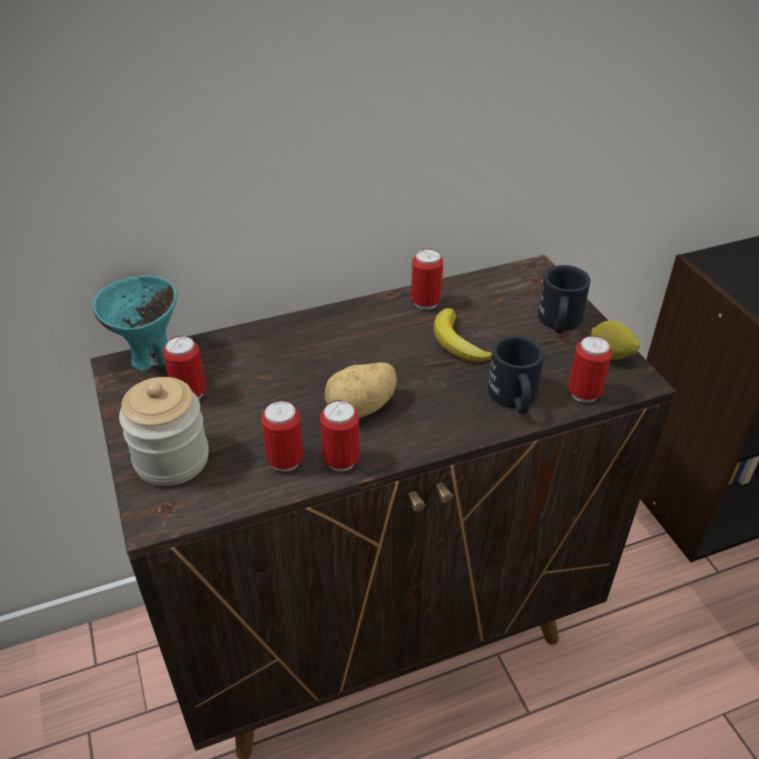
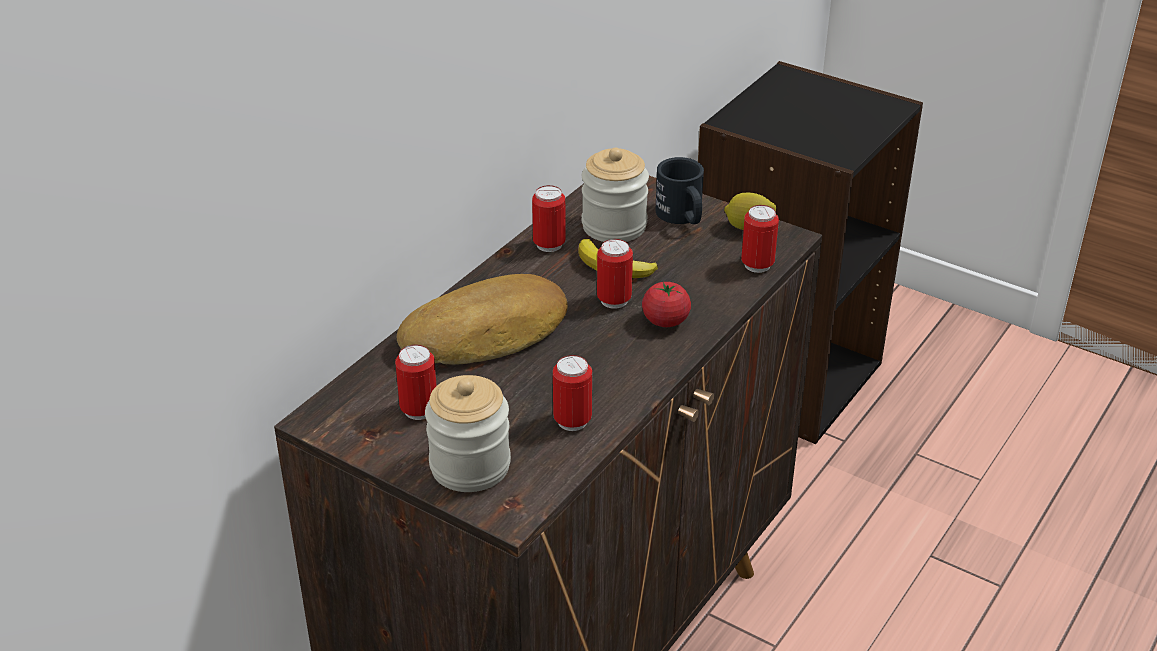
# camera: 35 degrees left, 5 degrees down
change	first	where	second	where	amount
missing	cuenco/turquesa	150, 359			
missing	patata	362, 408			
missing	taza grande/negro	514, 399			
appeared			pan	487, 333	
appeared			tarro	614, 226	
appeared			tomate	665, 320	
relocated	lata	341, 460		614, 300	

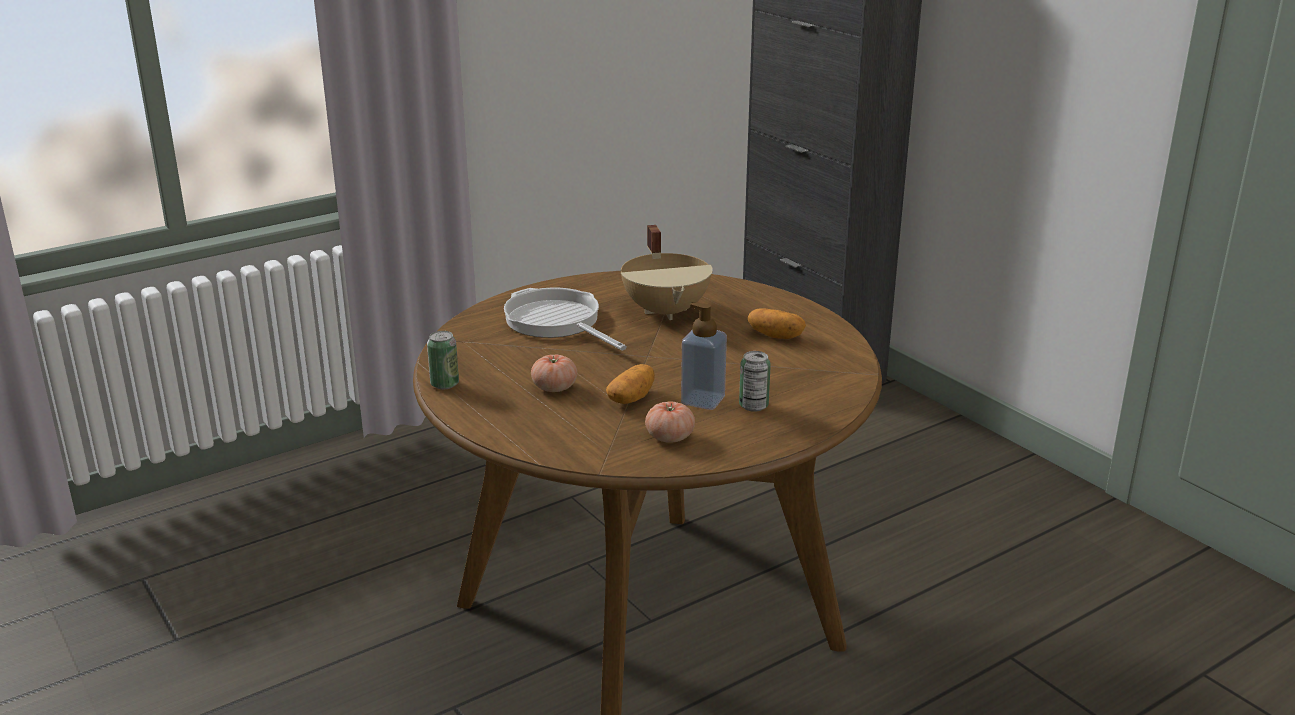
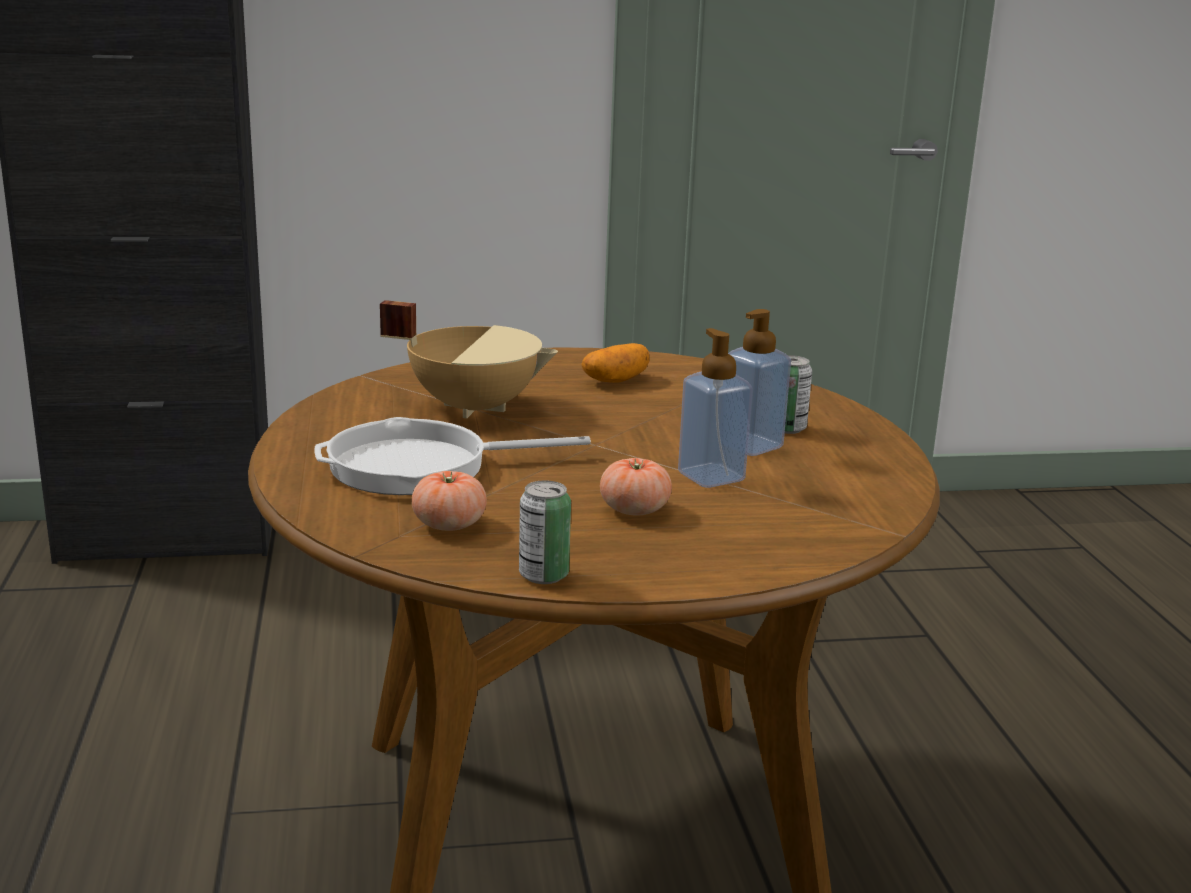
# camera: 65 degrees left, 5 degrees down
change	first	where	second	where	amount
relocated	tomate	669, 437		449, 525	
exchanged	patata	631, 398	dispensador de jabón	711, 477	

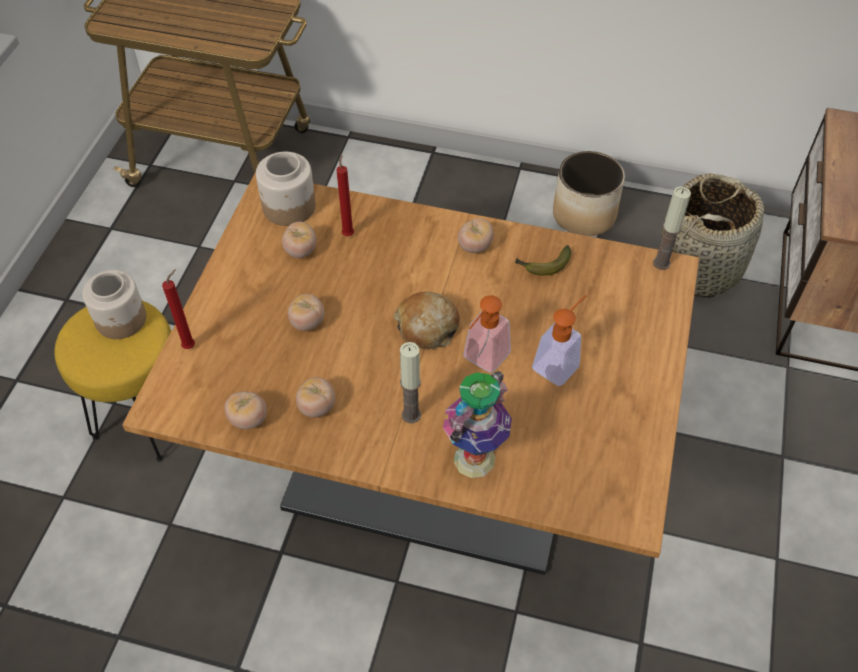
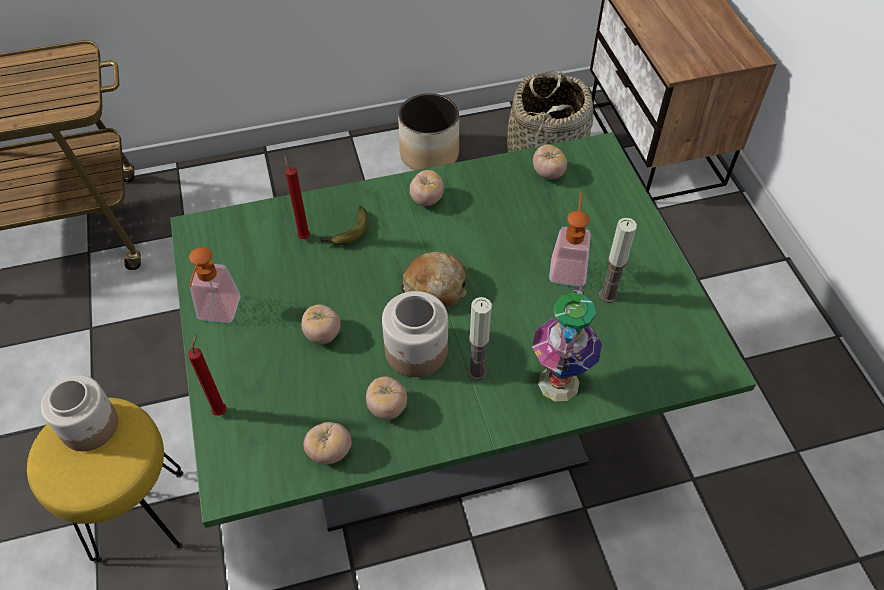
# camera: 30 degrees left, 0 degrees up
change	first	where	second	where	amount
relocated	tarro	289, 207		416, 351	
relocated	tomate	300, 251		548, 173	
relocated	dispensador de jabón	482, 360		217, 315	
relocated	plátano	543, 265		347, 233	
relocated	vela	661, 263		608, 295	
colour	mesa de comedor/marrón	428, 478	mesa de comedor/verde	441, 434	

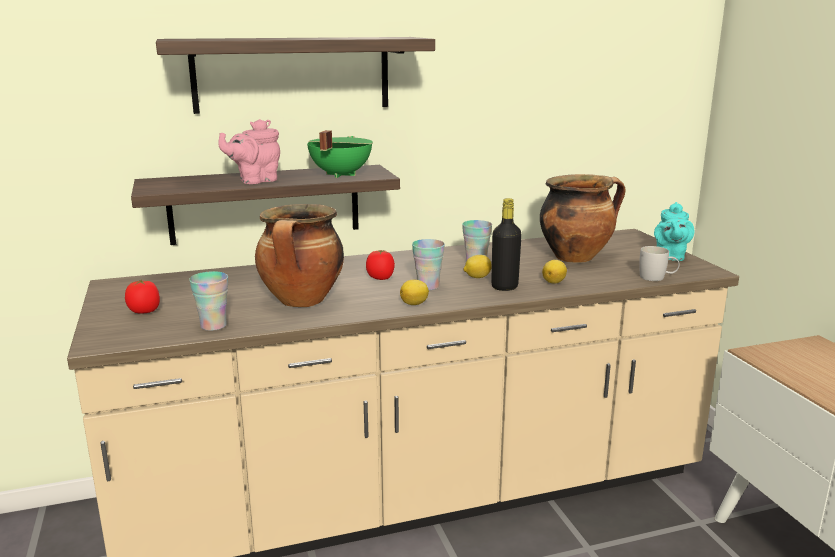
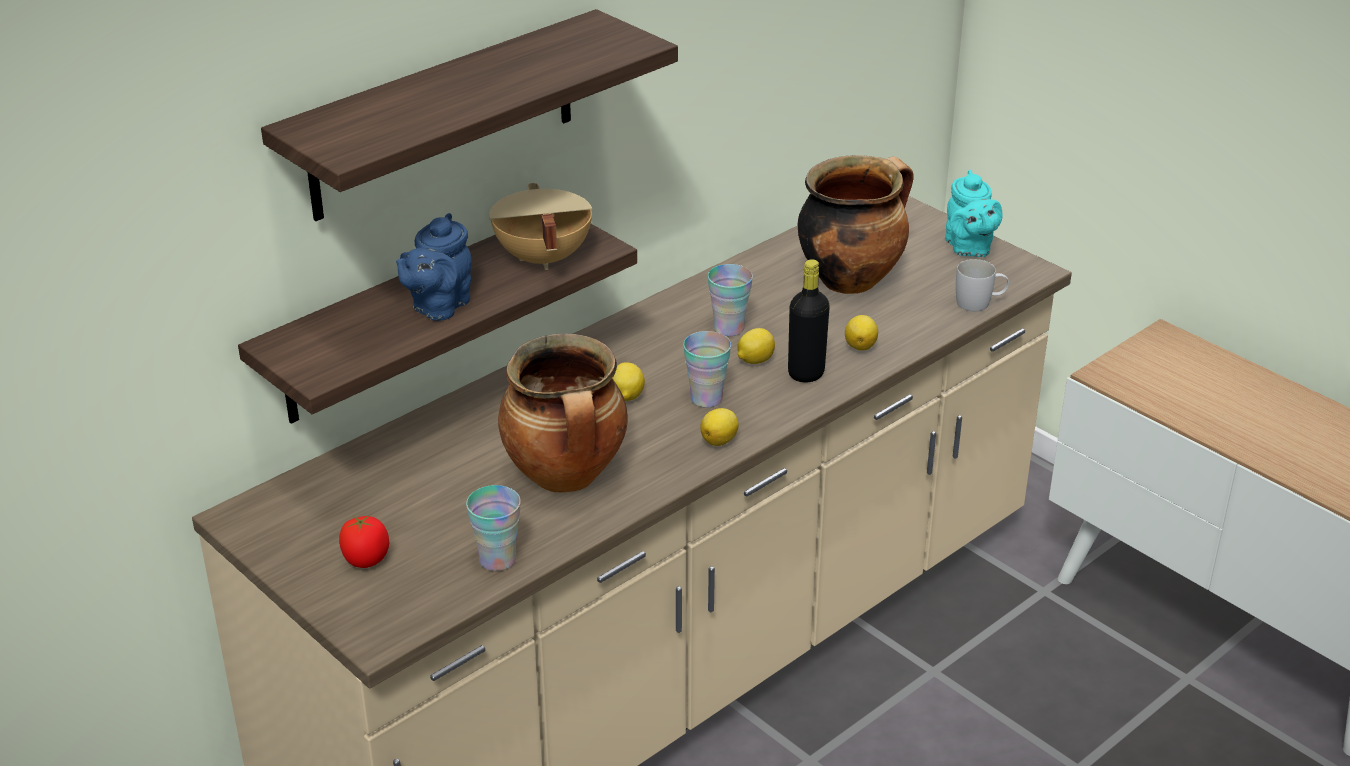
# camera: 25 degrees left, 15 degrees up
change	first	where	second	where	amount
exchanged	tomate	380, 278	limón	626, 396	
colour	tetera/rosa	255, 180	tetera/azul	438, 307	
colour	olla/verde	339, 175	olla/beis	541, 258	

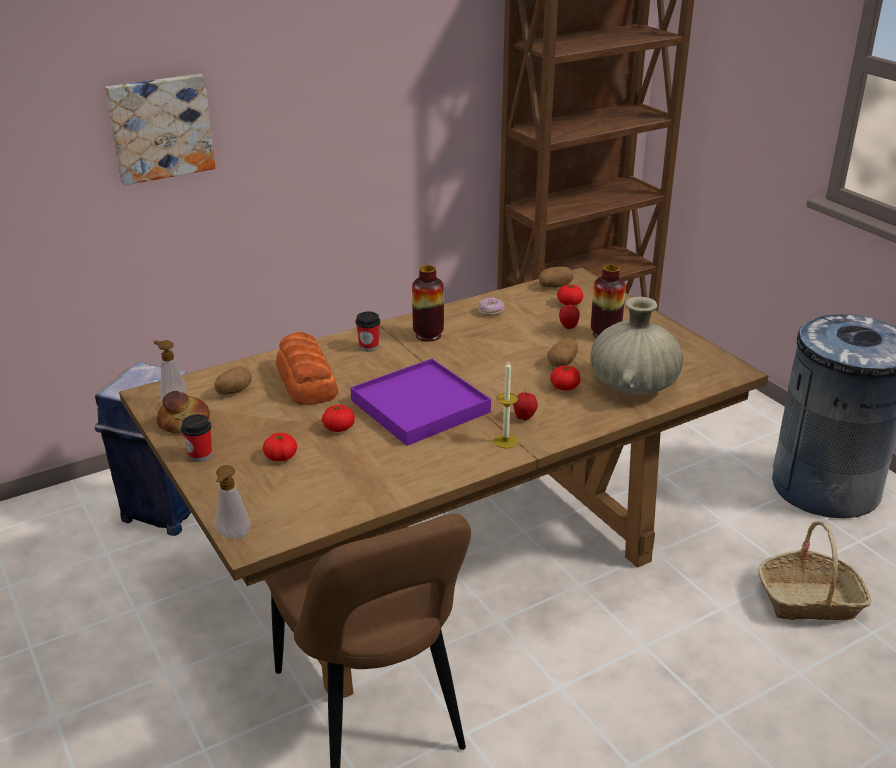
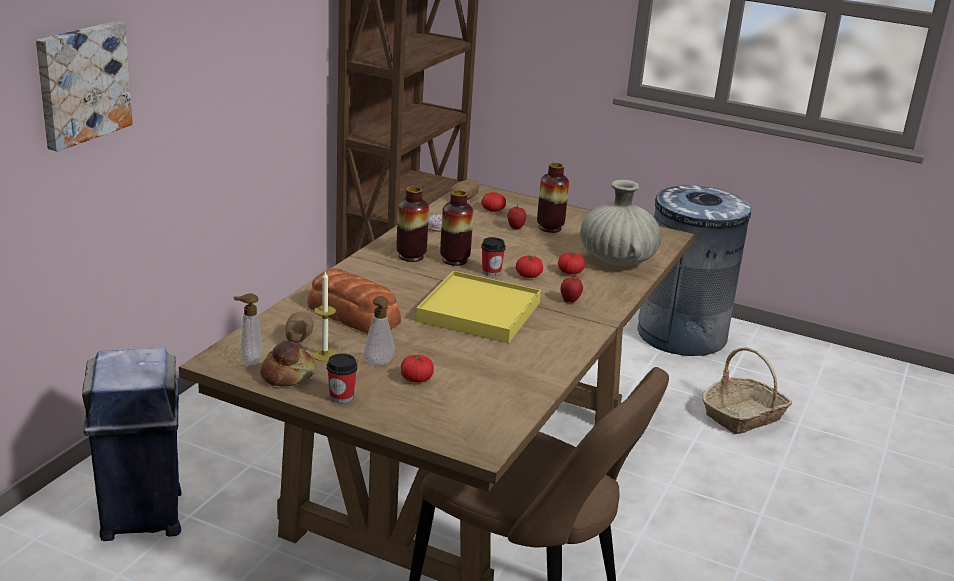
# camera: 35 degrees left, 5 degrees down
change	first	where	second	where	amount
missing	patata	563, 363			
appeared			florero	454, 260	
relocated	dispensador de jabón	233, 536		379, 364	
relocated	tomate	339, 428		528, 276	
relocated	taza	369, 347		491, 272	
relocated	vela	505, 441		324, 355	
colour	bandeja/morado	420, 406	bandeja/amarillo	479, 312	

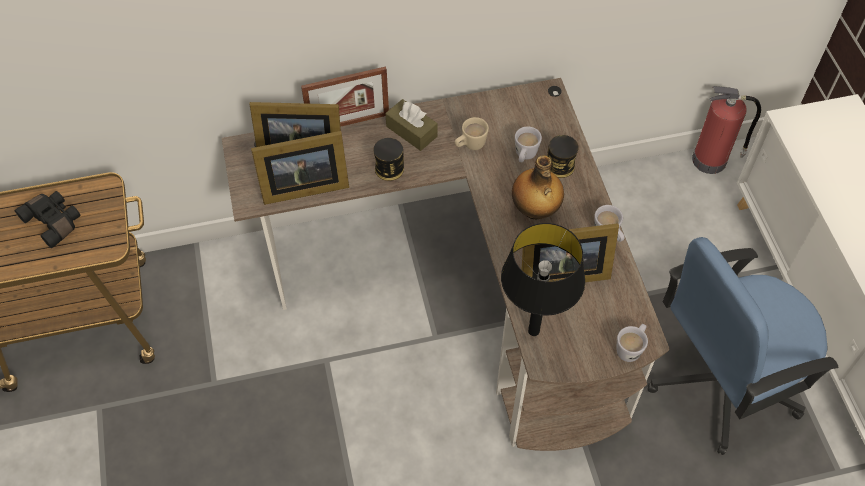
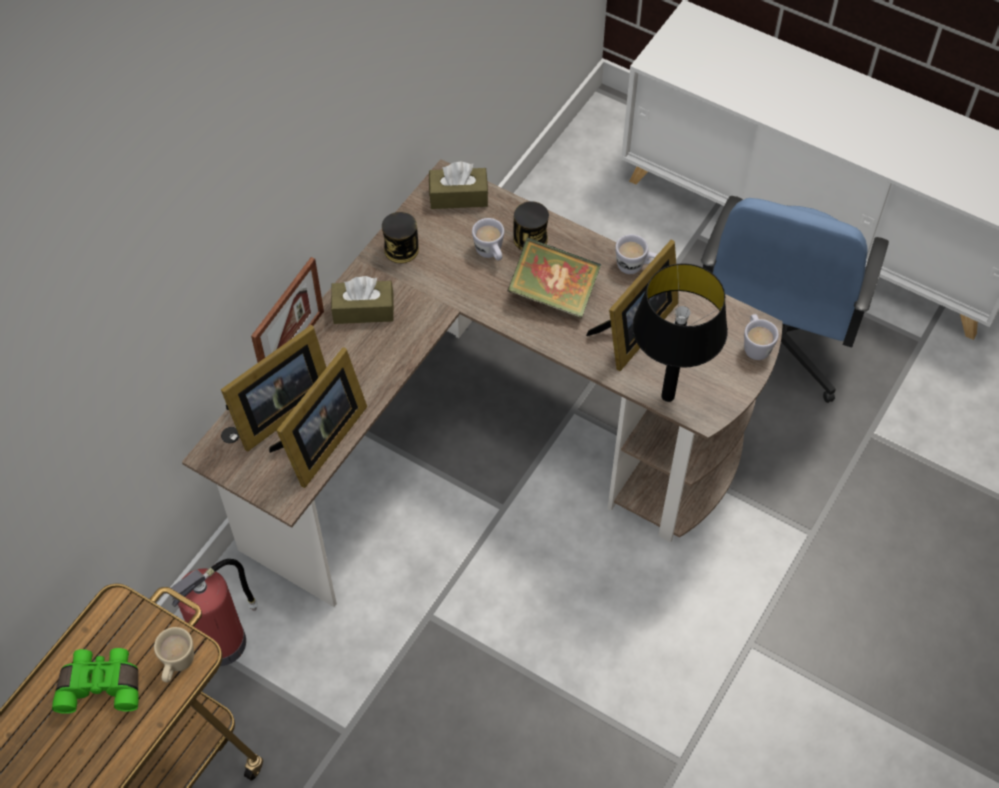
# camera: 45 degrees left, 0 degrees up
change	first	where	second	where	amount
appeared			caja de pañuelos/marrón	458, 196	
relocated	lata	389, 169		401, 249	
relocated	taza grande/beis	470, 145		177, 665	
relocated	extintor	711, 160		223, 640	
exchanged	botella	534, 210	libro	553, 294	
colour	prismáticos/negro	54, 221	prismáticos/verde	101, 684	

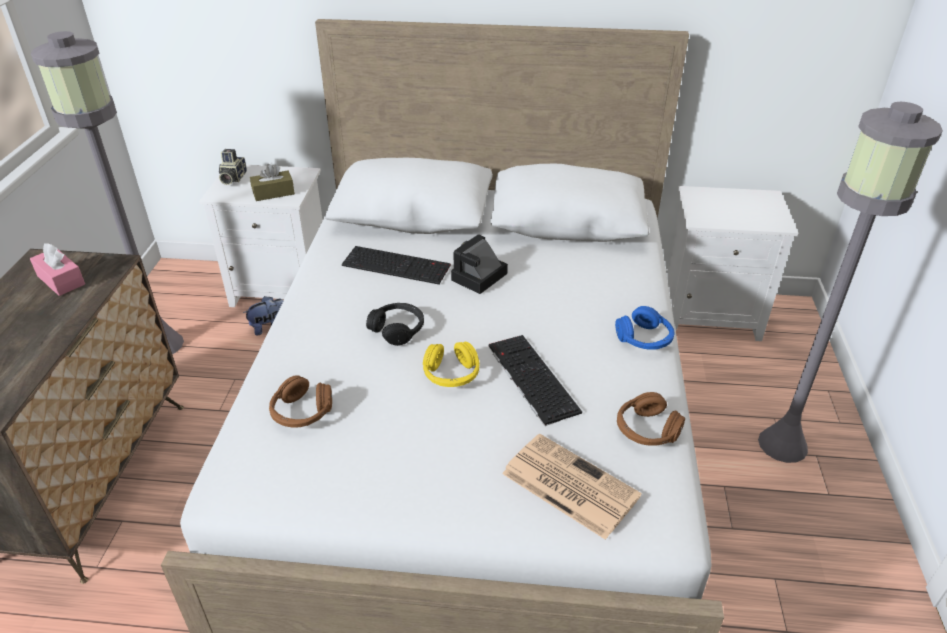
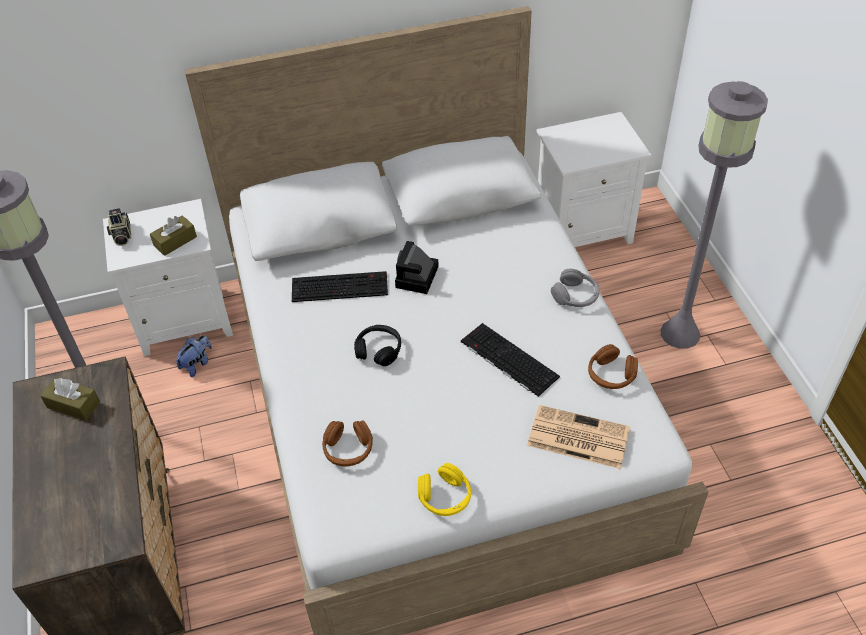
# camera: 20 degrees left, 10 degrees up
change	first	where	second	where	amount
relocated	auriculares/amarillo	451, 374		445, 497	
colour	caja de pañuelos/rosa	61, 280	caja de pañuelos/marrón	73, 405	
colour	auriculares/azul	644, 339	auriculares/gris	575, 296	

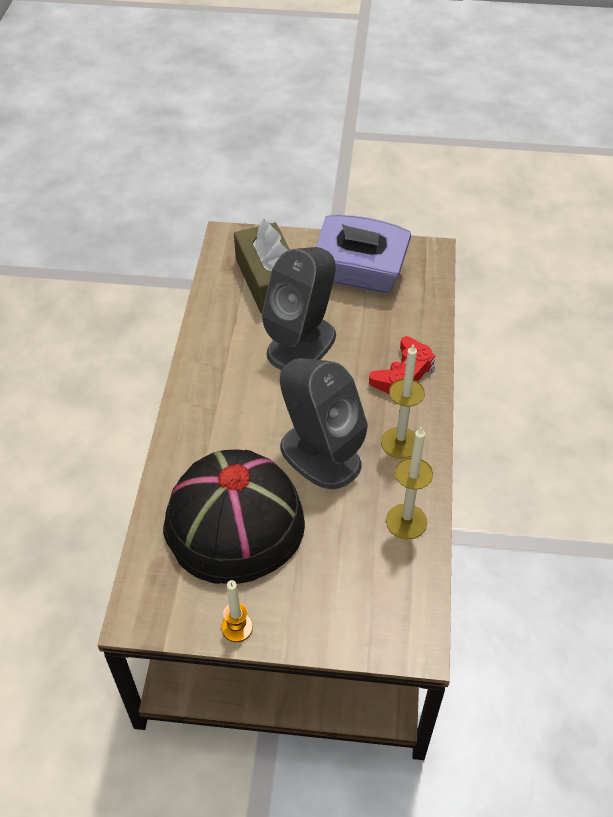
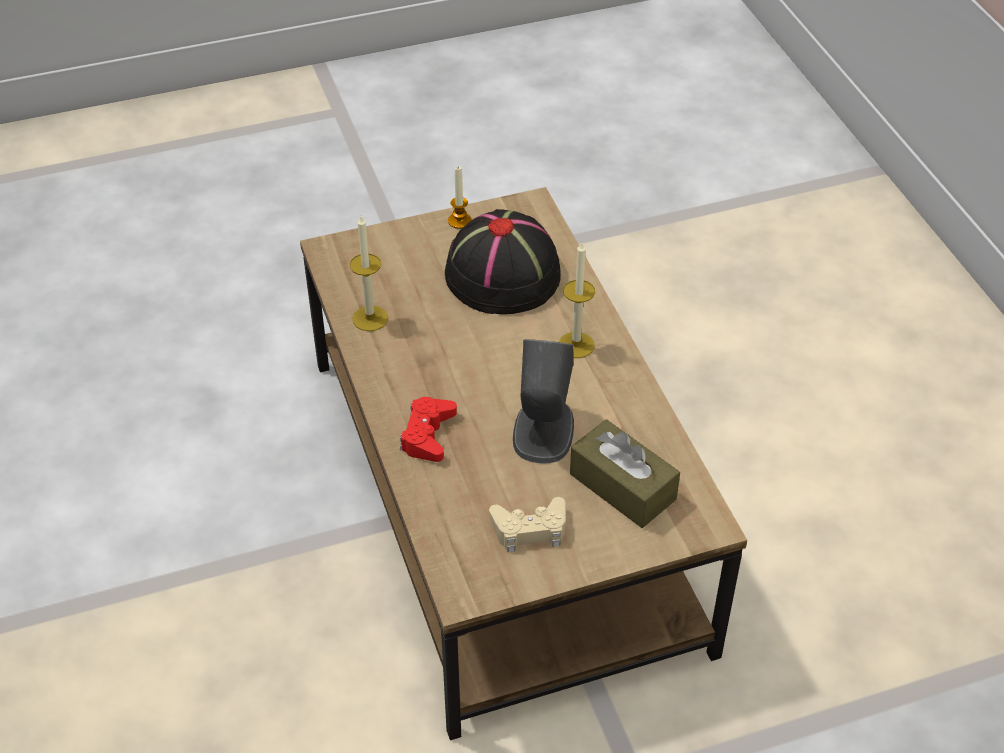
# camera: 155 degrees right, 5 degrees down
change	first	where	second	where	amount
missing	altavoz/gris	319, 454			
relocated	vela	400, 442		576, 345	
exchanged	caja de pañuelos/morado	359, 275	mando de consola/beis	529, 529	

